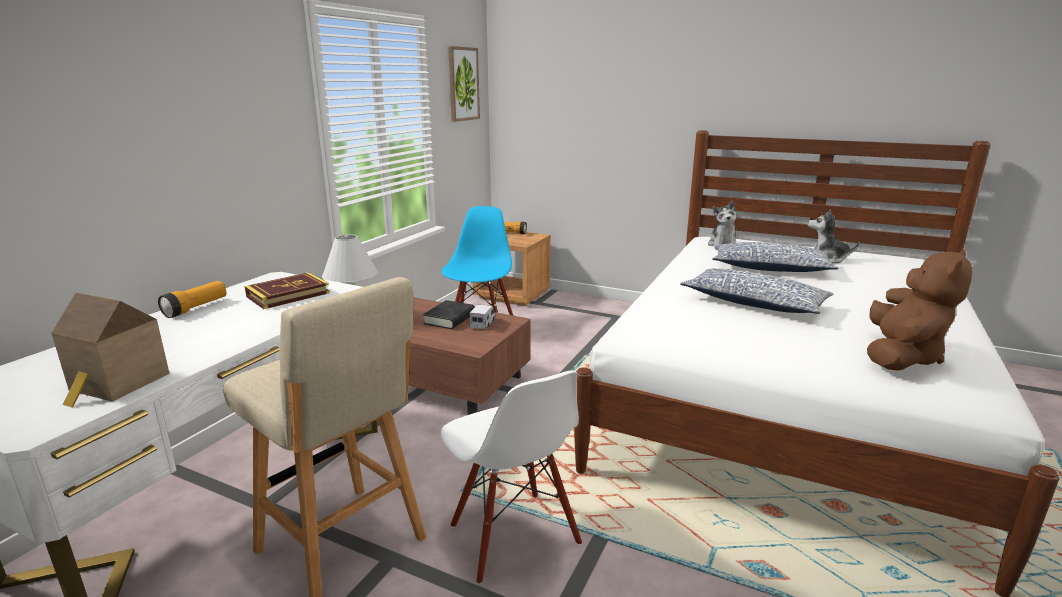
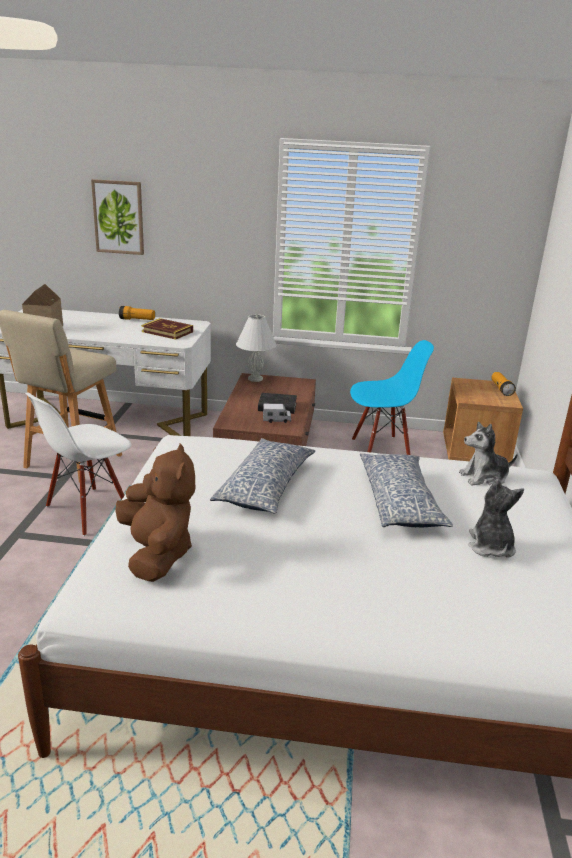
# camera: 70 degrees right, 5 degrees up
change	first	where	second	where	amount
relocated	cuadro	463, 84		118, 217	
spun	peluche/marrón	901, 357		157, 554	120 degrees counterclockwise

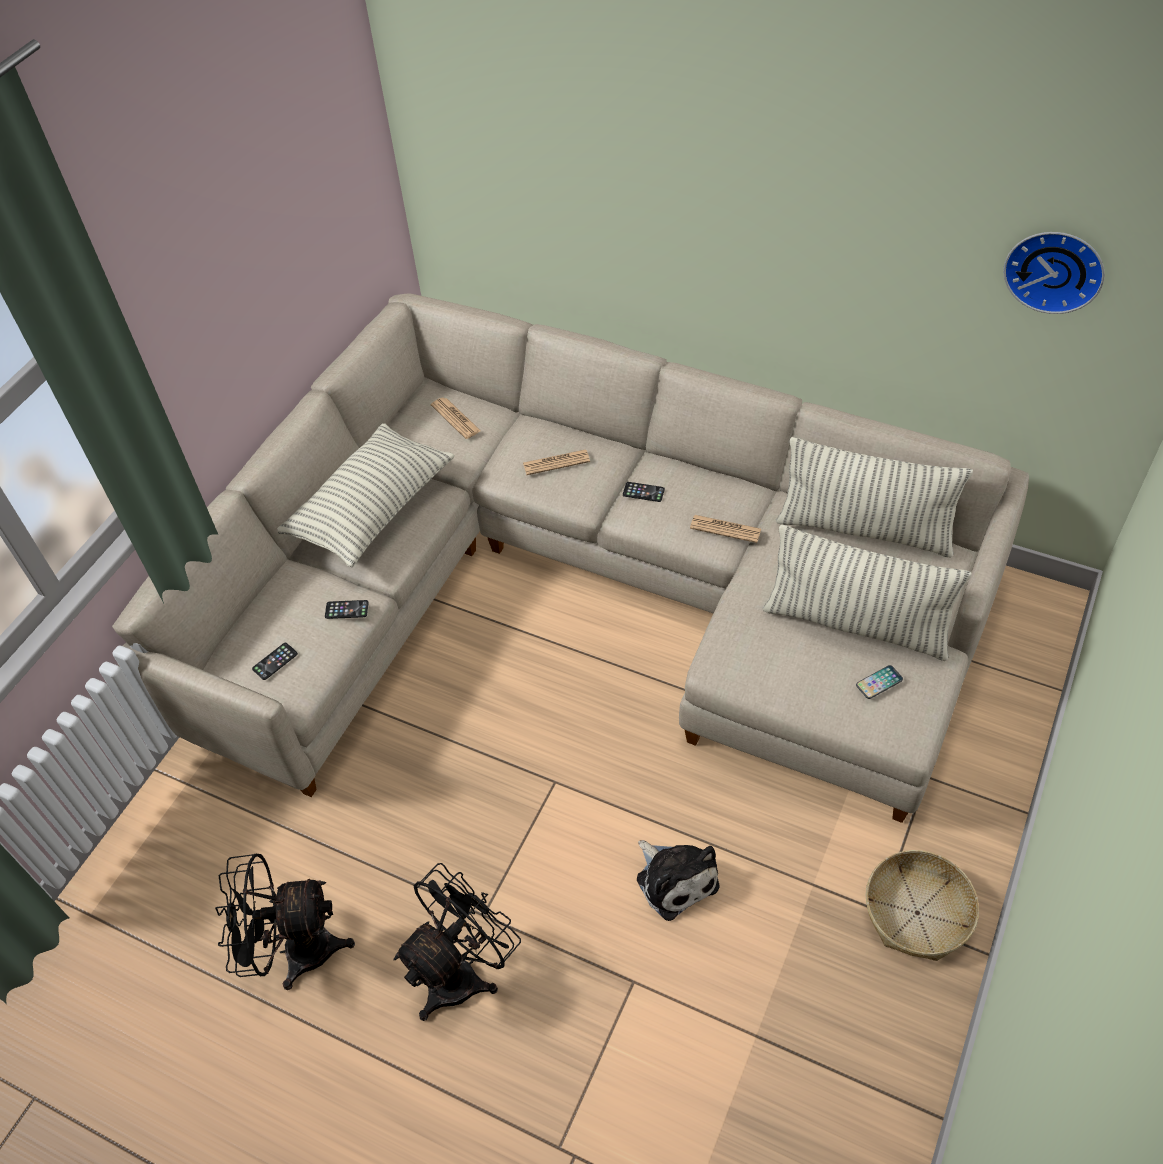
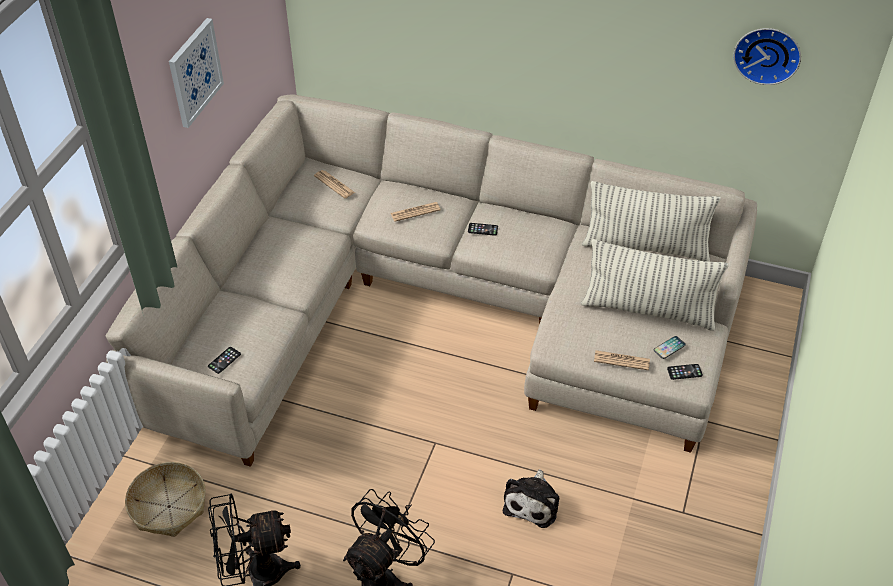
# camera: 10 degrees left, 5 degrees down
change	first	where	second	where	amount
missing	cojín	372, 509			
appeared			cuadro	194, 72	
relocated	móvil	346, 610		684, 372	
relocated	periódico	725, 529		621, 360	
relocated	cesta	917, 912		169, 506	
spun	peluche	675, 878		533, 502	60 degrees clockwise

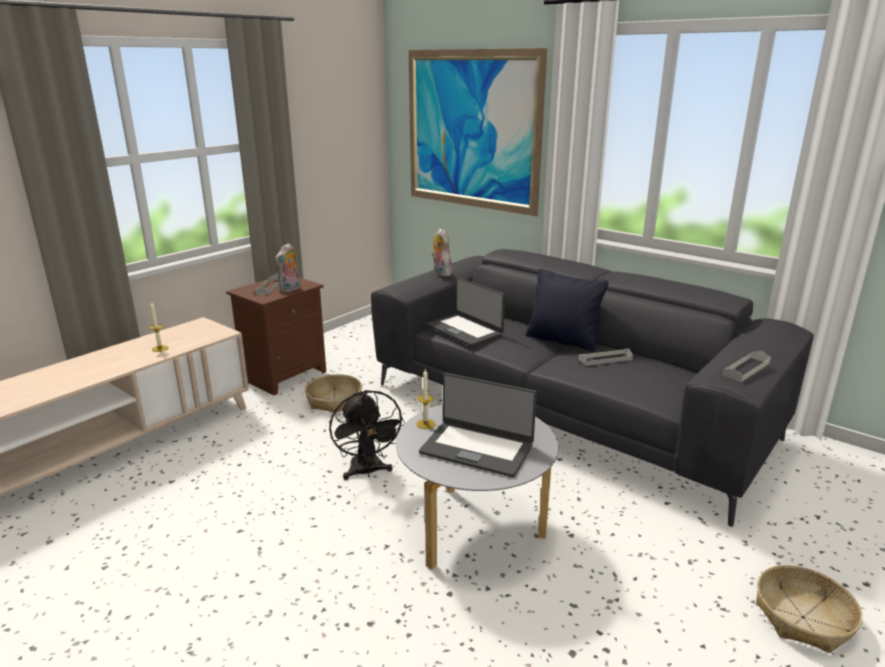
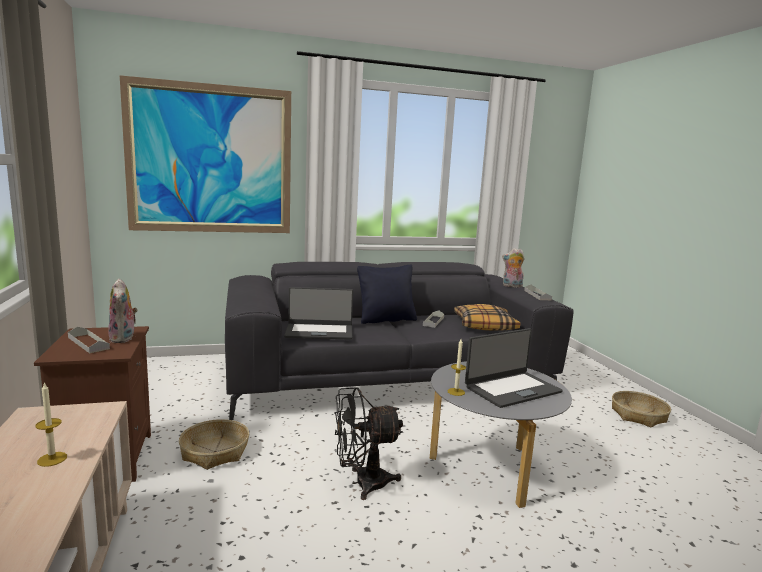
# camera: 55 degrees left, 10 degrees down
change	first	where	second	where	amount
appeared			cojín	484, 325	
relocated	peluche	440, 273		512, 286	
spun	ventilador/negro	367, 472		362, 483	150 degrees clockwise

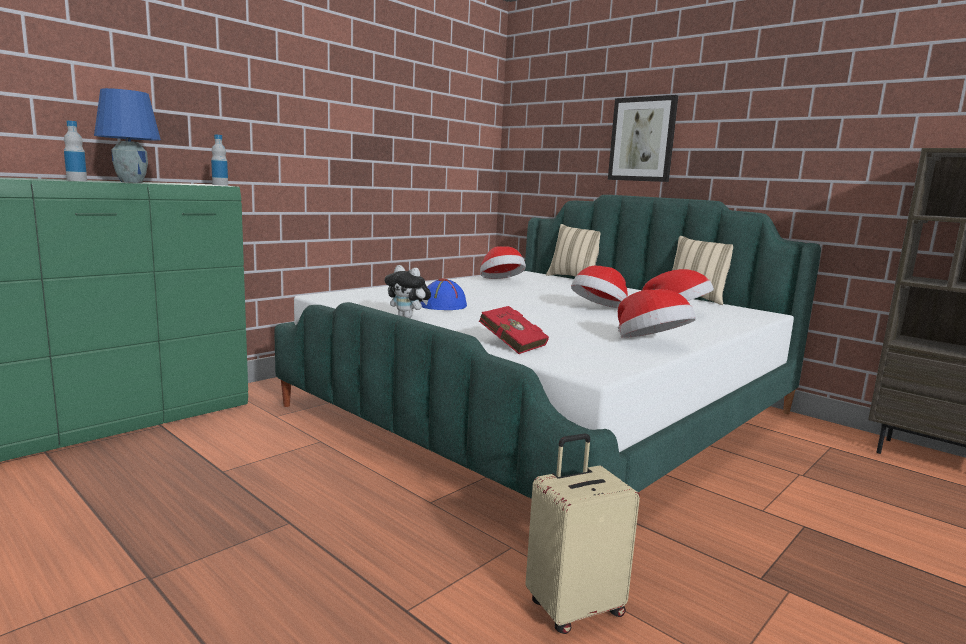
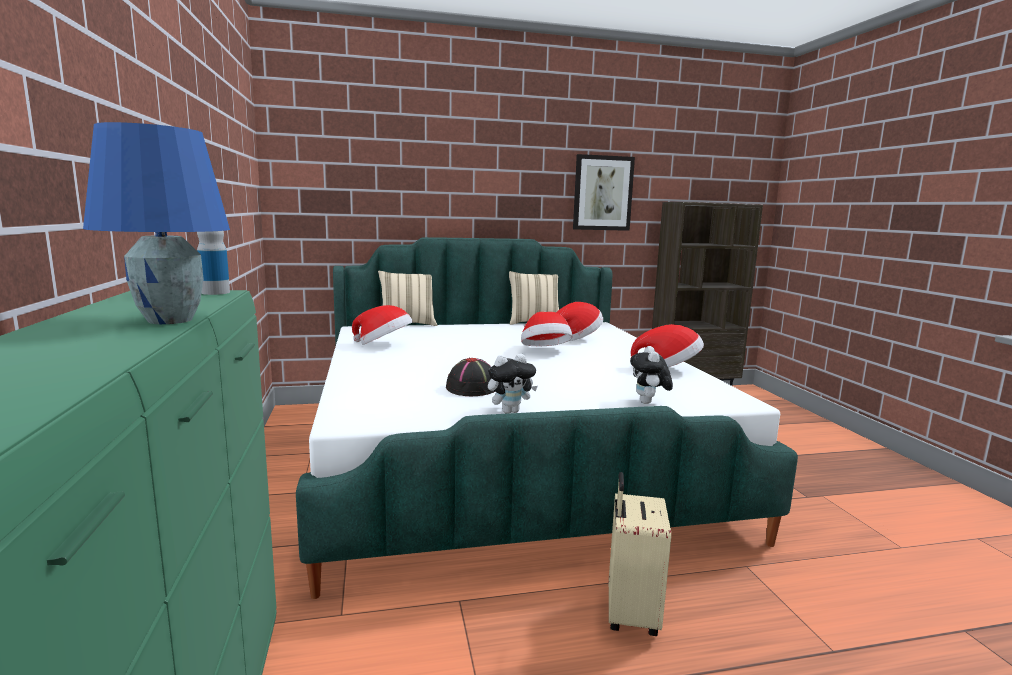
# camera: 55 degrees left, 0 degrees up
change	first	where	second	where	amount
missing	botella	77, 180			
relocated	maleta/beis	574, 607		630, 614	
relocated	cuadro	642, 139		602, 193	
exchanged	libro/rojo	511, 344	peluche	648, 403	
colour	sombrero/azul	443, 306	sombrero/negro	472, 388	

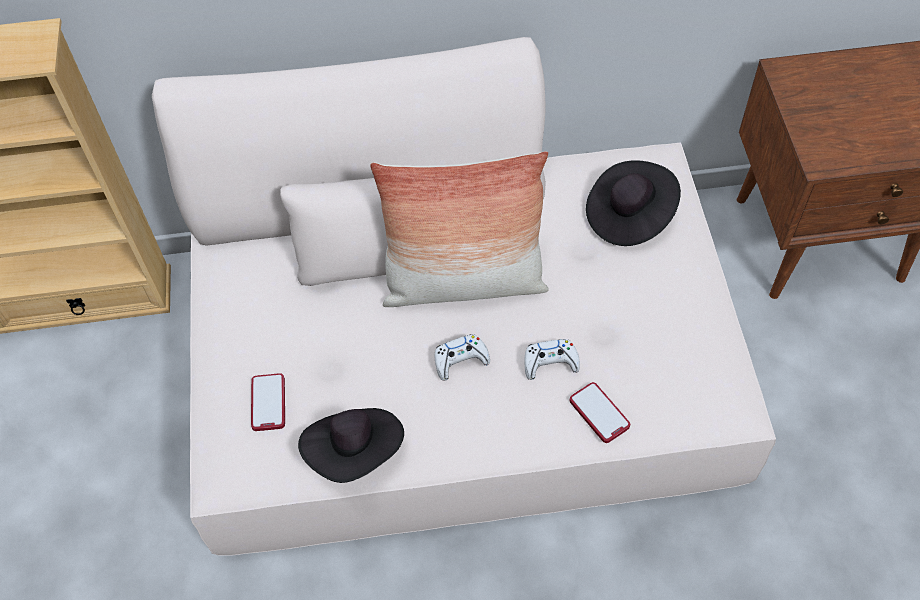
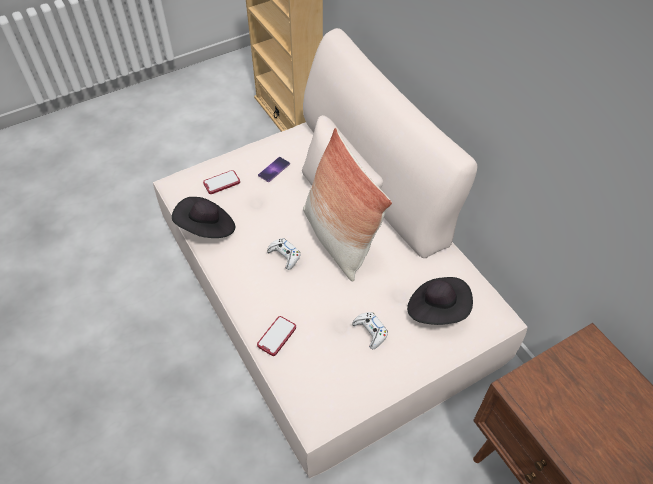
# camera: 65 degrees right, 5 degrees down
change	first	where	second	where	amount
appeared			móvil	274, 169	
relocated	mando de consola/blanco	550, 362		370, 332	

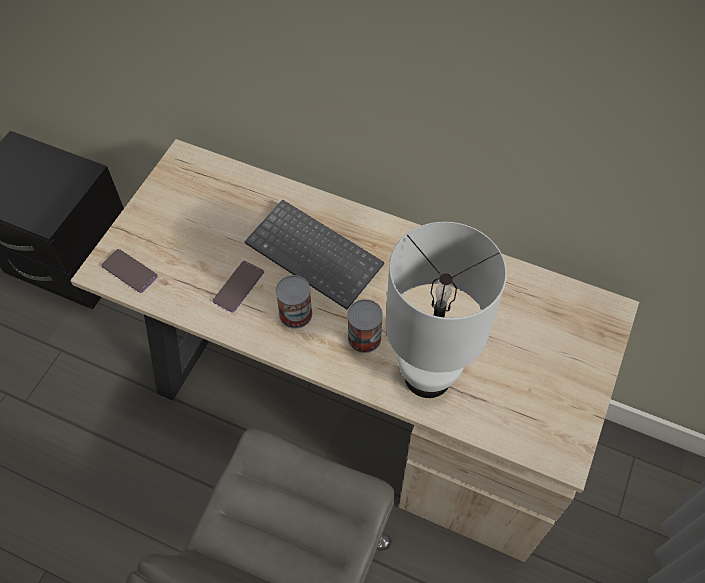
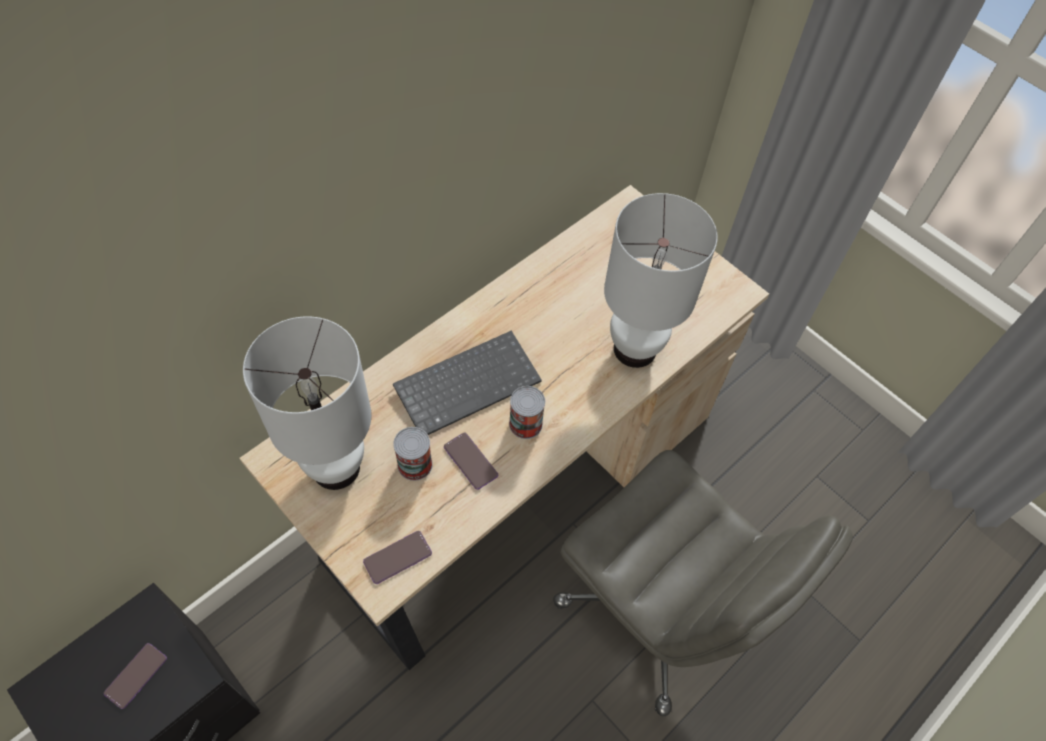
# camera: 70 degrees left, 0 degrees up
change	first	where	second	where	amount
appeared			móvil	136, 675	
appeared			lámpara de mesa/blanco	335, 469	
relocated	lata	364, 338		415, 464	

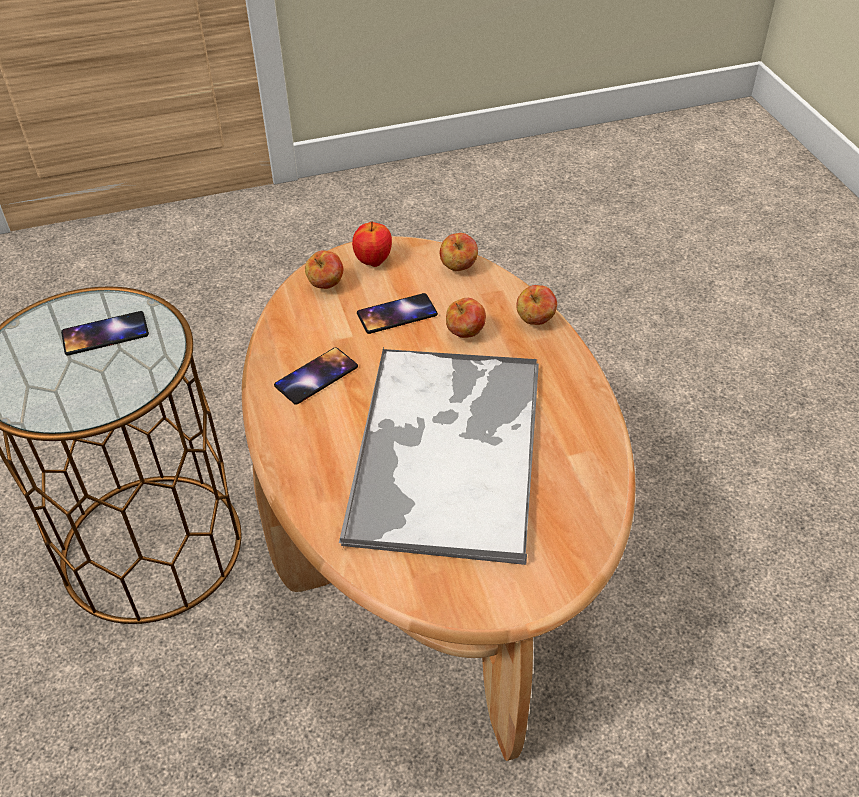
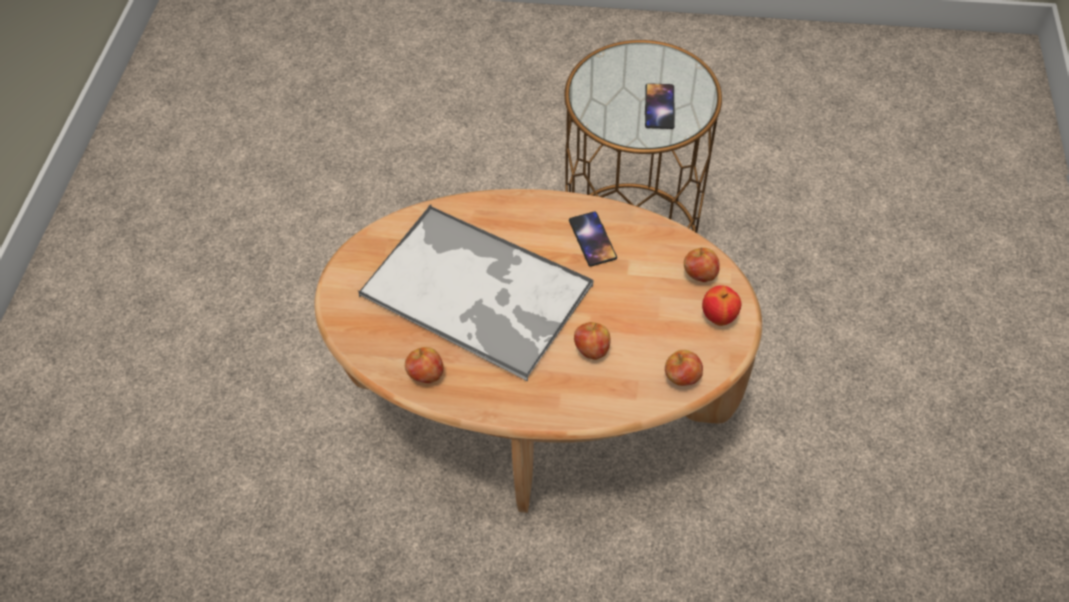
# camera: 115 degrees right, 10 degrees up
change	first	where	second	where	amount
missing	móvil	397, 314			
relocated	manzana	535, 321		426, 374	

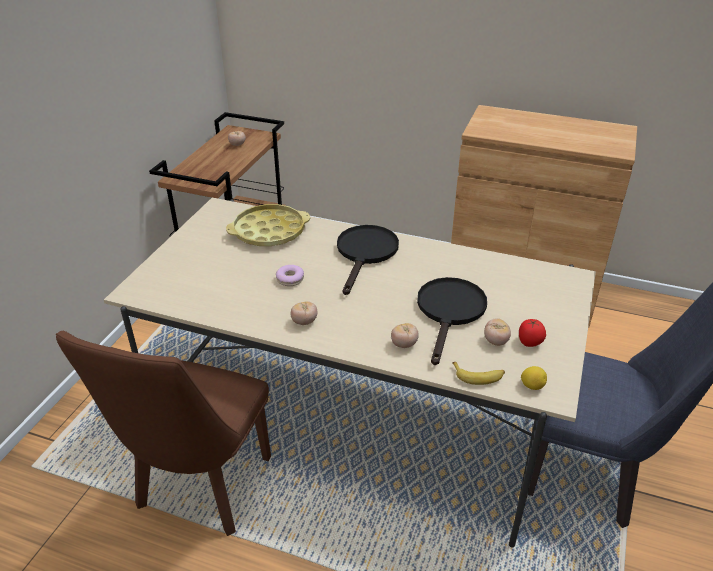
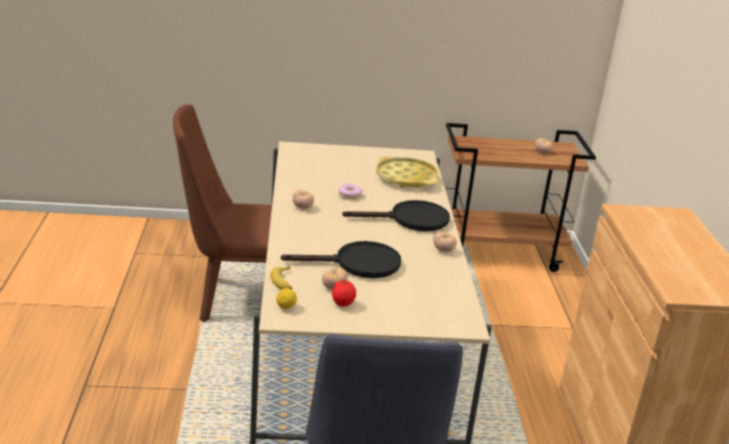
# camera: 65 degrees right, 10 degrees down
change	first	where	second	where	amount
relocated	tomate	404, 344		443, 250	

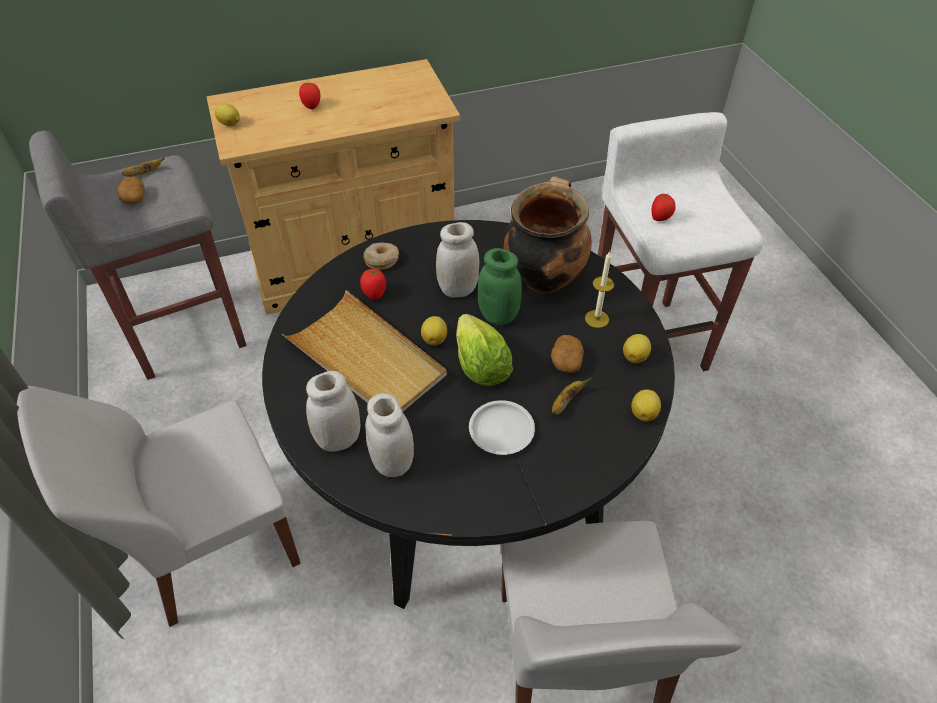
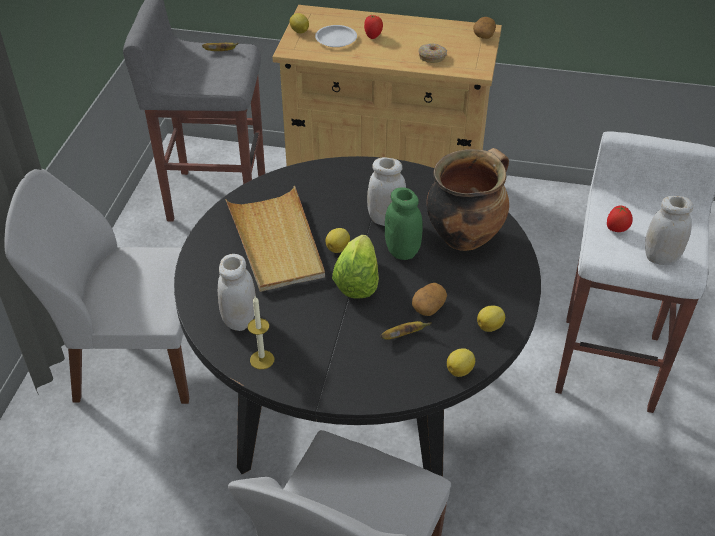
# camera: 30 degrees right, 5 degrees down
change	first	where	second	where	amount
missing	tomate	374, 294			
relocated	patata	134, 198		483, 34	
relocated	tarro/blanco	338, 439		661, 258	
relocated	rosquilla	382, 260		432, 57	
relocated	plato/blanco	501, 430		336, 39	
relocated	vela	597, 319		262, 359	

